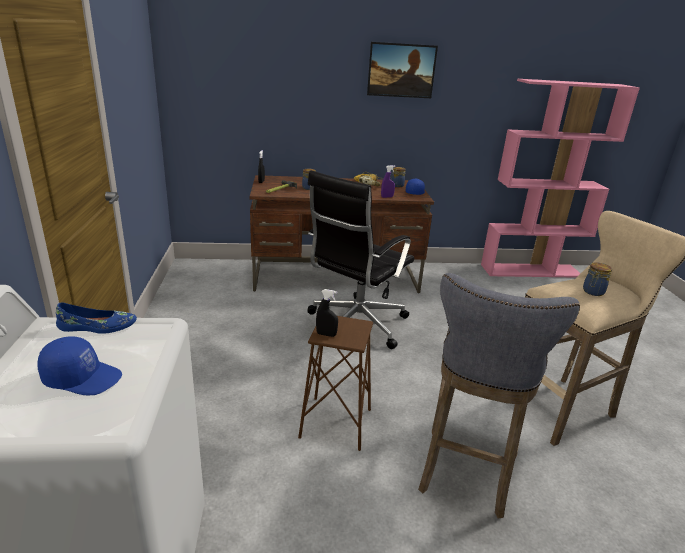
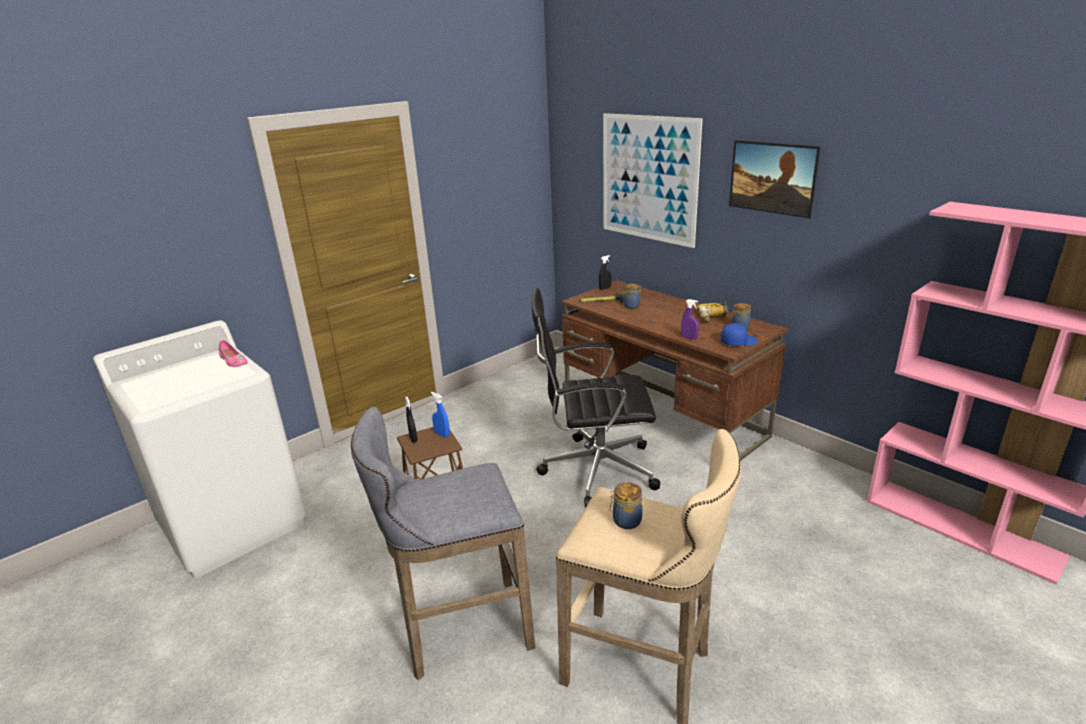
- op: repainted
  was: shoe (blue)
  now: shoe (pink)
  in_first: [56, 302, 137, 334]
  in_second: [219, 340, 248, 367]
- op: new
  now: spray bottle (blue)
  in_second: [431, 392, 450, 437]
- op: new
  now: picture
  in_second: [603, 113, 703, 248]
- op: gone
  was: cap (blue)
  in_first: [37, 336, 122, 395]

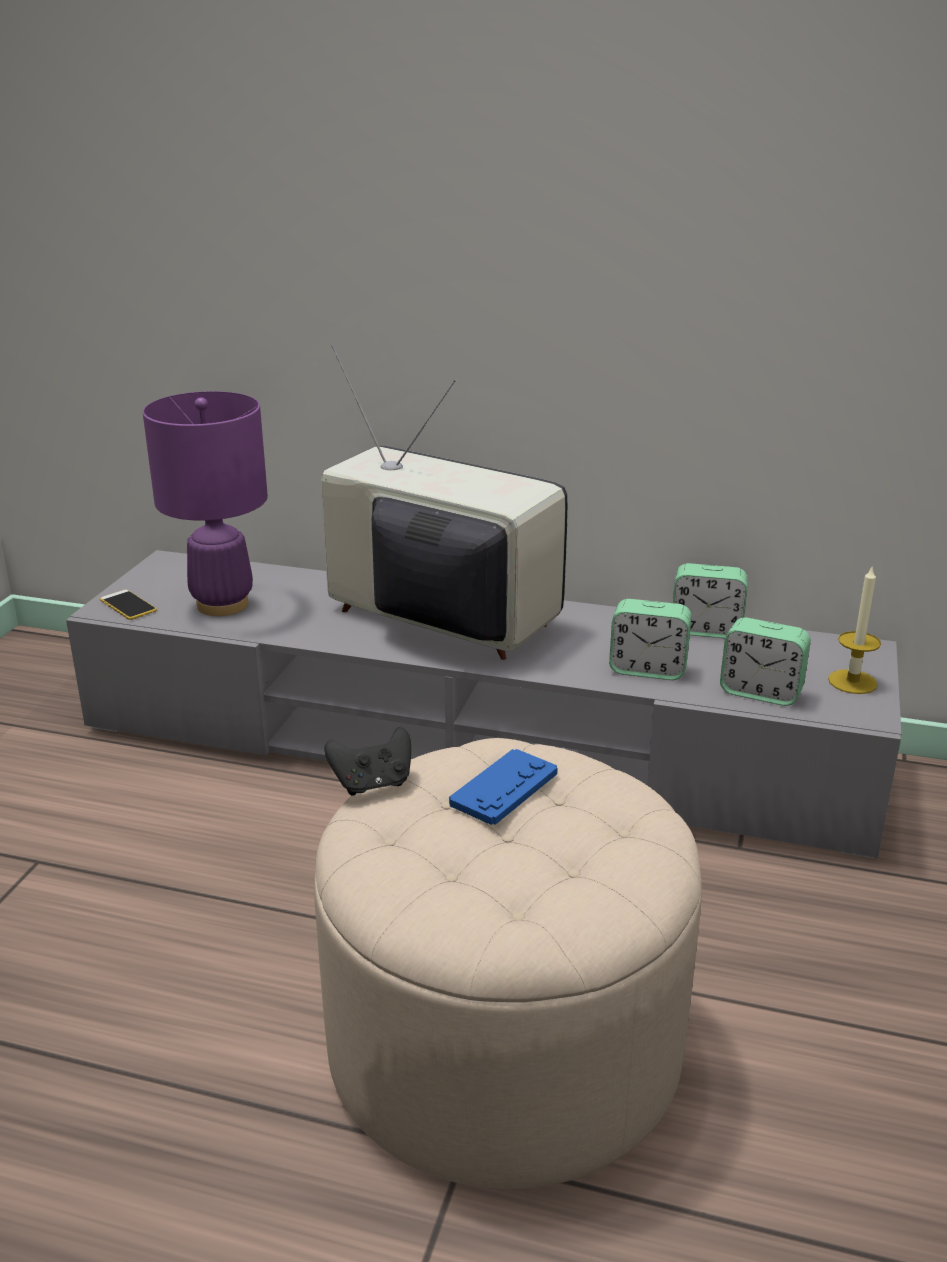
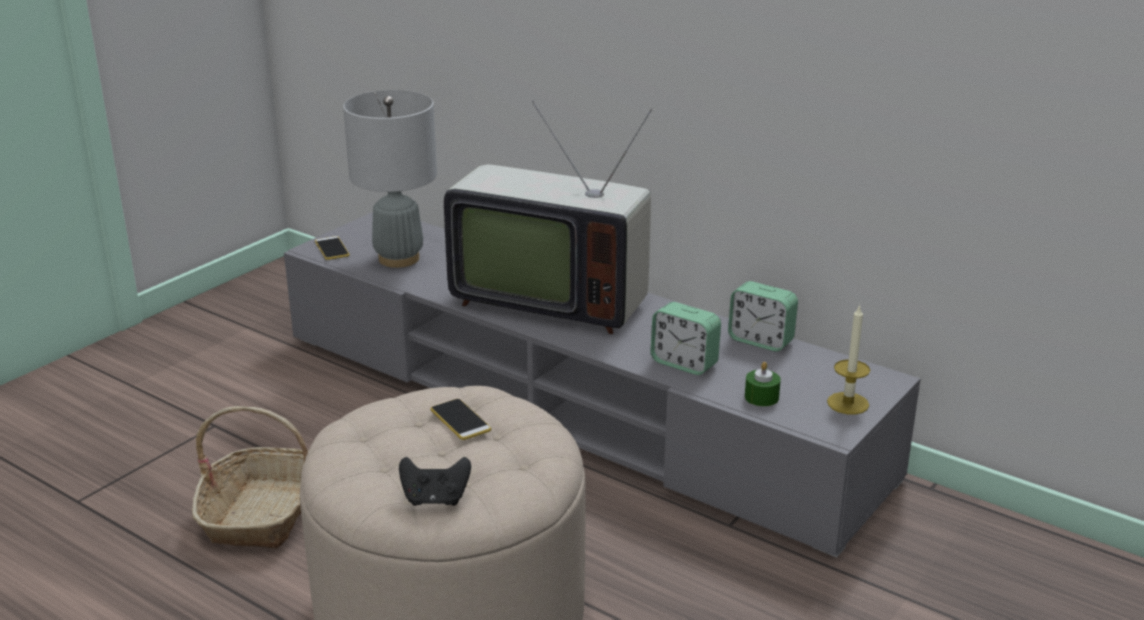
- op: new
  now: basket
  in_second: [192, 406, 309, 549]
- op: repainted
  was: table lamp (purple)
  now: table lamp (grey)
  in_first: [143, 391, 268, 616]
  in_second: [343, 90, 437, 268]
- op: shifted
  was: game controller (black)
  in_first: [324, 727, 411, 796]
  in_second: [399, 457, 471, 506]
- op: swapped
  was: game controller (blue)
  now: phone
  in_first: [449, 749, 558, 825]
  in_second: [431, 399, 491, 440]
- op: rotated
  was: television
  in_first: [321, 345, 568, 660]
  in_second: [444, 101, 652, 334]
  clockwise: 150
- op: swapped
  was: alarm clock
  now: candle (green)
  in_first: [720, 618, 811, 706]
  in_second: [745, 362, 781, 406]

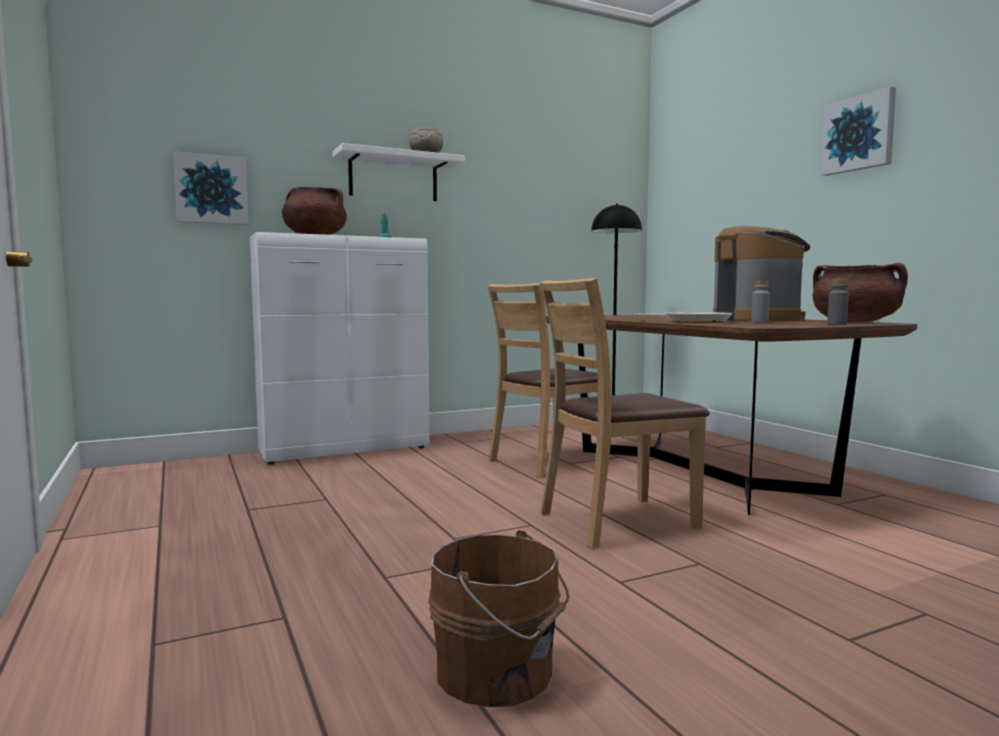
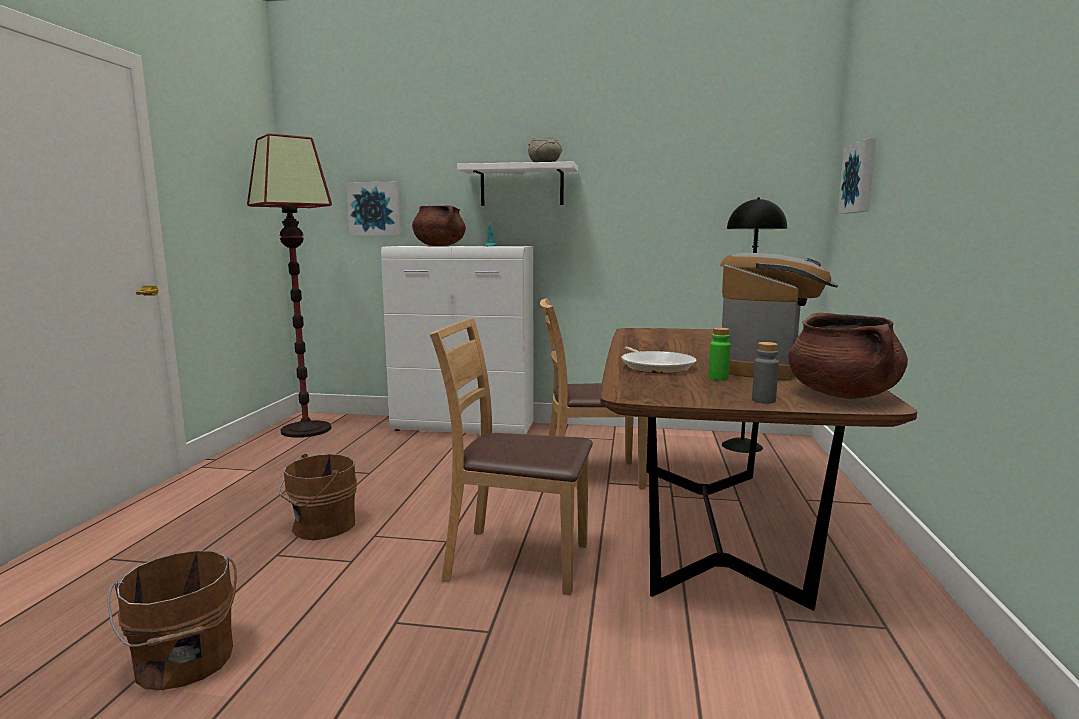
- op: new
  now: floor lamp
  in_second: [247, 133, 332, 438]
- op: new
  now: bucket (brown)
  in_second: [279, 454, 357, 540]
- op: repainted
  was: bottle (grey)
  now: bottle (green)
  in_first: [751, 280, 770, 323]
  in_second: [708, 327, 731, 381]
- op: shifted
  was: picture
  in_first: [821, 87, 896, 176]
  in_second: [838, 138, 876, 214]

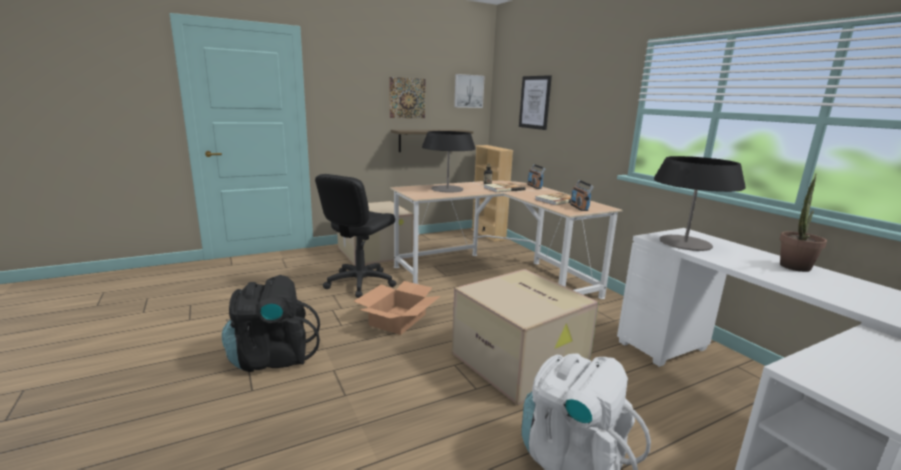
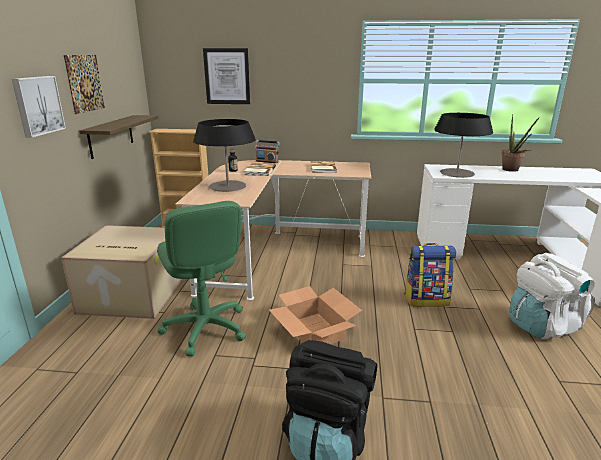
- op: shifted
  was: picture
  in_first: [454, 74, 485, 108]
  in_second: [12, 76, 66, 138]
- op: repainted
  was: office chair (black)
  now: office chair (green)
  in_first: [315, 174, 396, 298]
  in_second: [157, 201, 246, 357]
- op: swapped
  was: cardboard box
  now: backpack
  in_first: [452, 269, 599, 405]
  in_second: [404, 243, 456, 307]
- op: gone
  was: radio
  in_first: [570, 180, 594, 211]

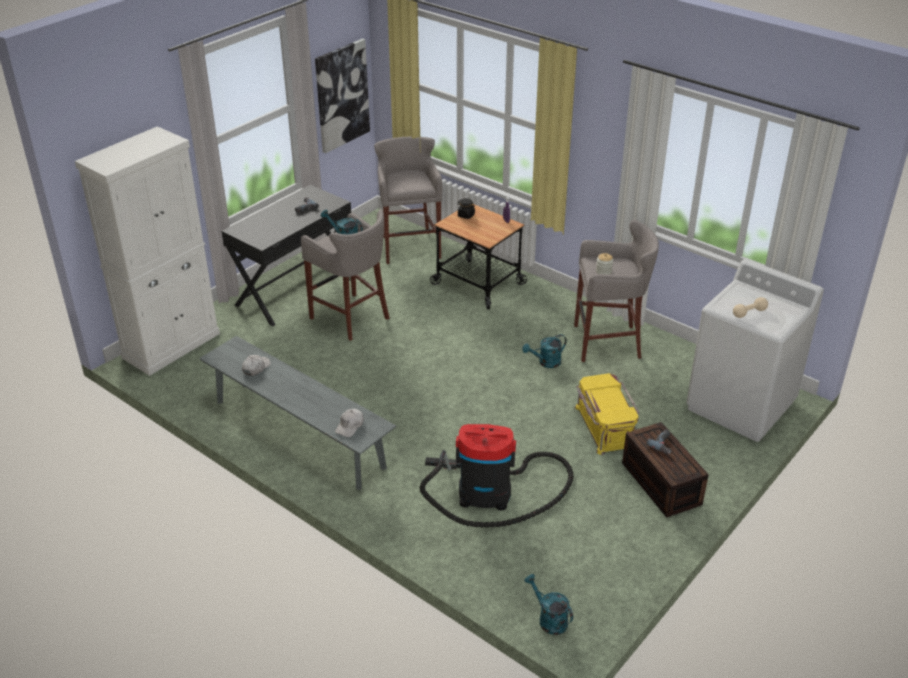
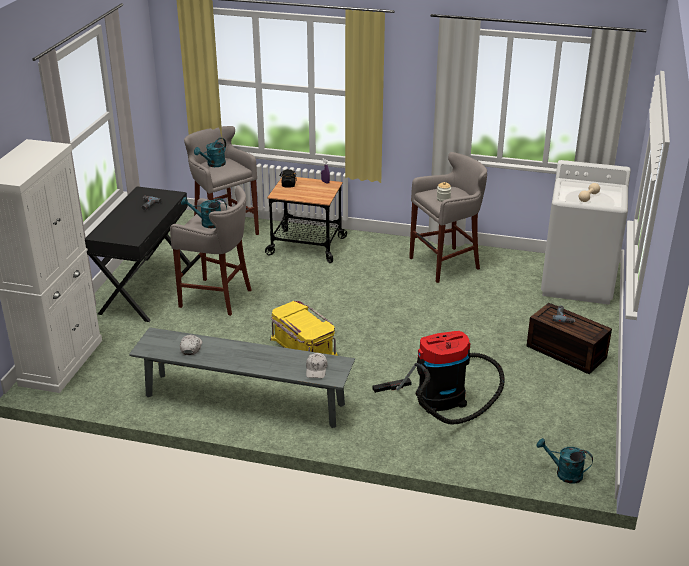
- op: shifted
  was: watering can (turquoise)
  in_first: [522, 334, 567, 368]
  in_second: [194, 138, 226, 167]
- op: shifted
  was: storage box (yellow)
  in_first: [574, 373, 639, 455]
  in_second: [270, 301, 338, 356]
- op: gone
  was: picture
  in_first: [315, 39, 370, 153]

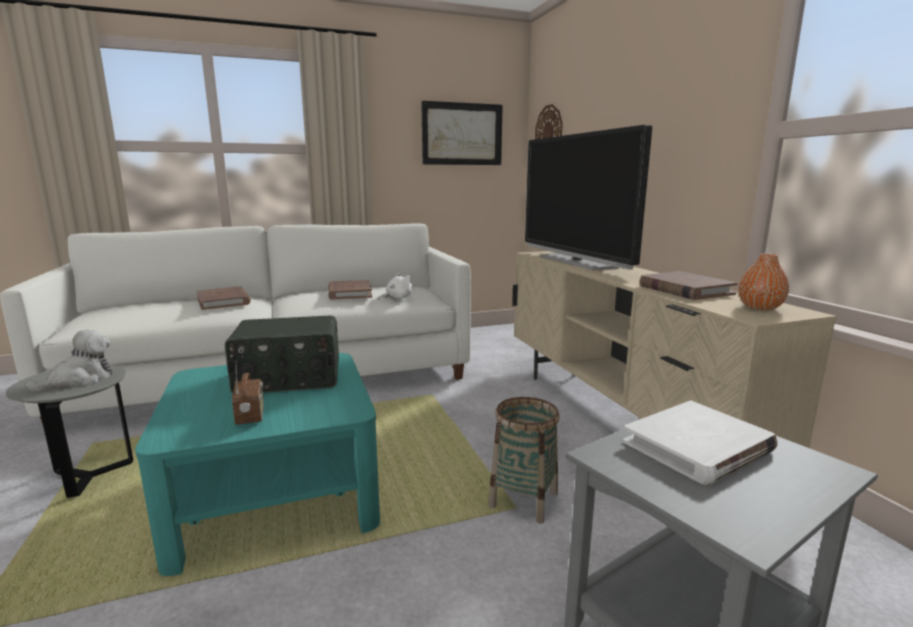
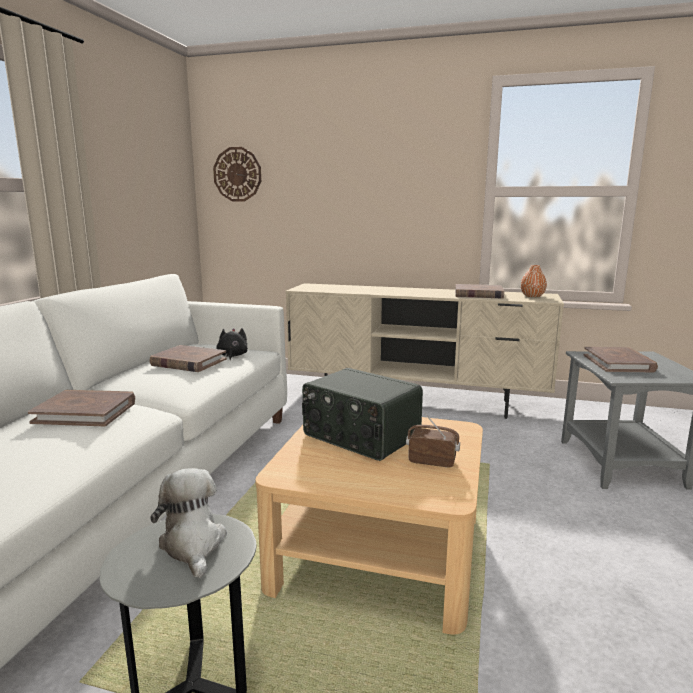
- op: repainted
  was: plush toy (white)
  now: plush toy (black)
  in_first: [379, 273, 413, 300]
  in_second: [216, 328, 248, 360]
- op: repainted
  was: coffee table (turquoise)
  now: coffee table (beige)
  in_first: [135, 353, 380, 576]
  in_second: [255, 417, 483, 634]
- op: rotated
  was: radio
  in_first: [225, 316, 339, 394]
  in_second: [302, 368, 423, 461]
  clockwise: 105
- op: repainted
  was: book (white)
  now: book (brown)
  in_first: [623, 401, 778, 485]
  in_second: [583, 347, 658, 372]
- op: gone
  was: picture
  in_first: [421, 101, 503, 165]
- op: gone
  was: basket
  in_first: [488, 397, 560, 523]
- op: gone
  was: television
  in_first: [525, 125, 652, 271]

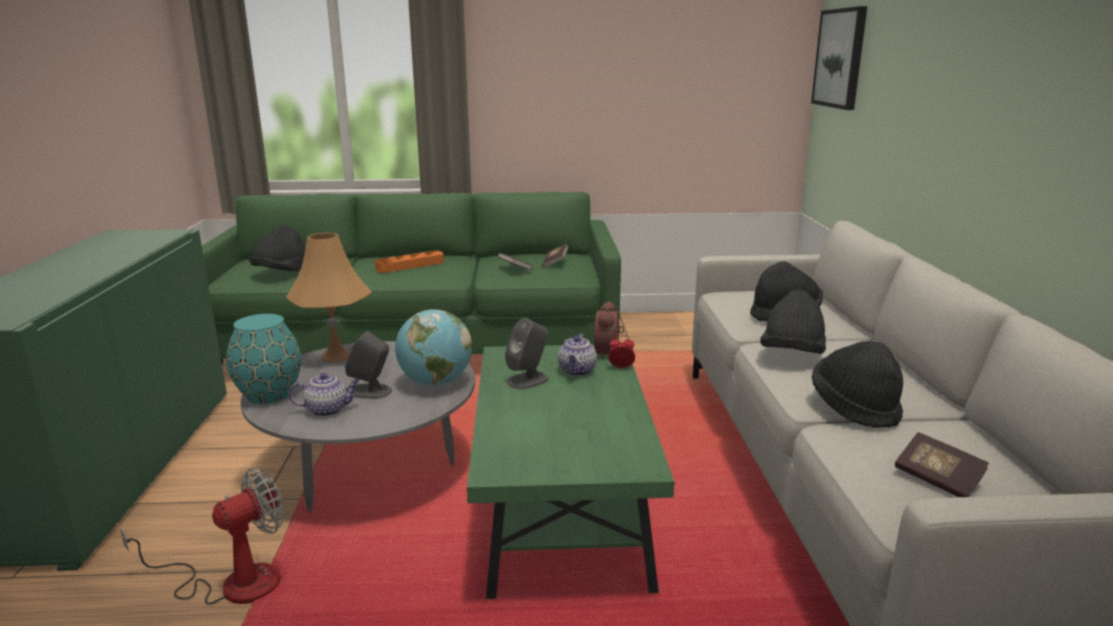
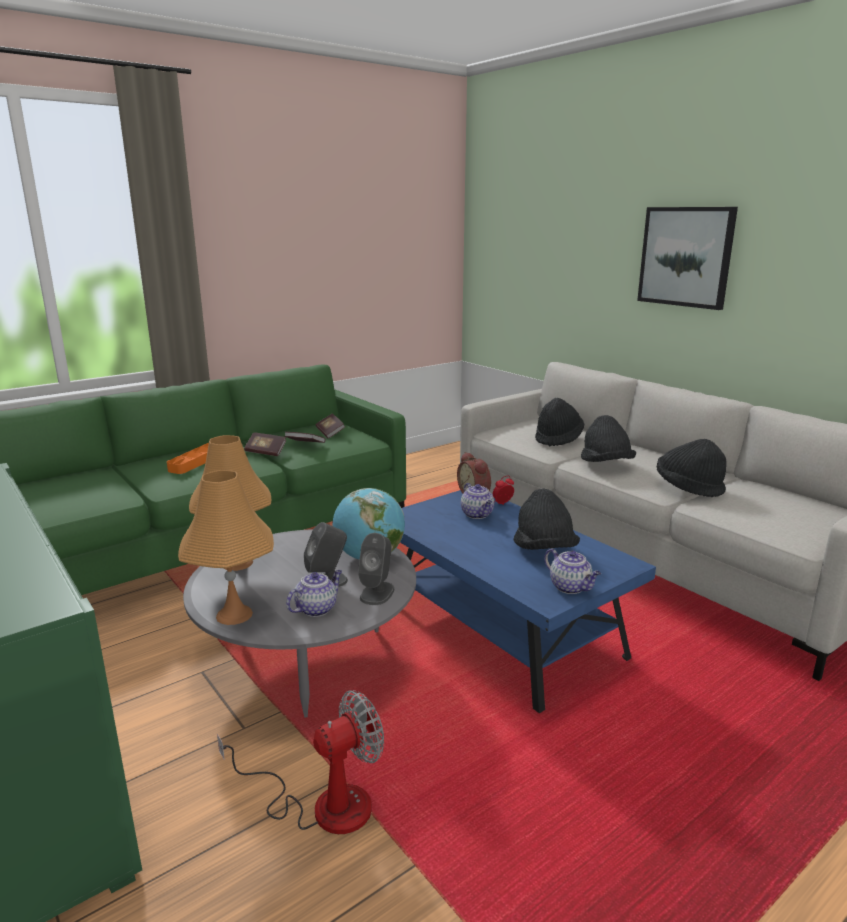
- op: swapped
  was: vase (turquoise)
  now: table lamp (orange)
  in_first: [226, 314, 301, 404]
  in_second: [178, 470, 274, 625]
- op: rotated
  was: fan
  in_first: [120, 468, 284, 605]
  in_second: [217, 690, 384, 834]
  clockwise: 45
- op: shifted
  was: book
  in_first: [895, 432, 989, 497]
  in_second: [244, 432, 286, 456]
- op: shifted
  was: speaker (grey)
  in_first: [505, 318, 549, 389]
  in_second: [358, 533, 395, 605]
- op: repainted
  was: coffee table (green)
  now: coffee table (blue)
  in_first: [466, 345, 675, 599]
  in_second: [400, 490, 656, 713]
- op: shifted
  was: hat (black)
  in_first: [249, 225, 305, 271]
  in_second: [513, 488, 580, 550]
- op: new
  now: teapot
  in_second: [544, 548, 601, 594]
- op: shifted
  was: picture
  in_first: [811, 6, 867, 110]
  in_second: [637, 207, 738, 310]

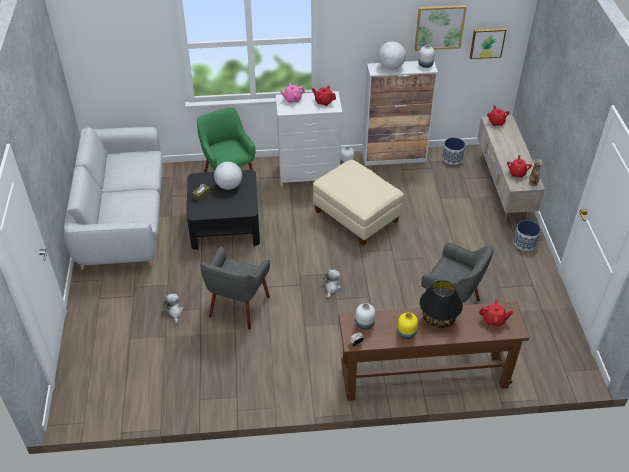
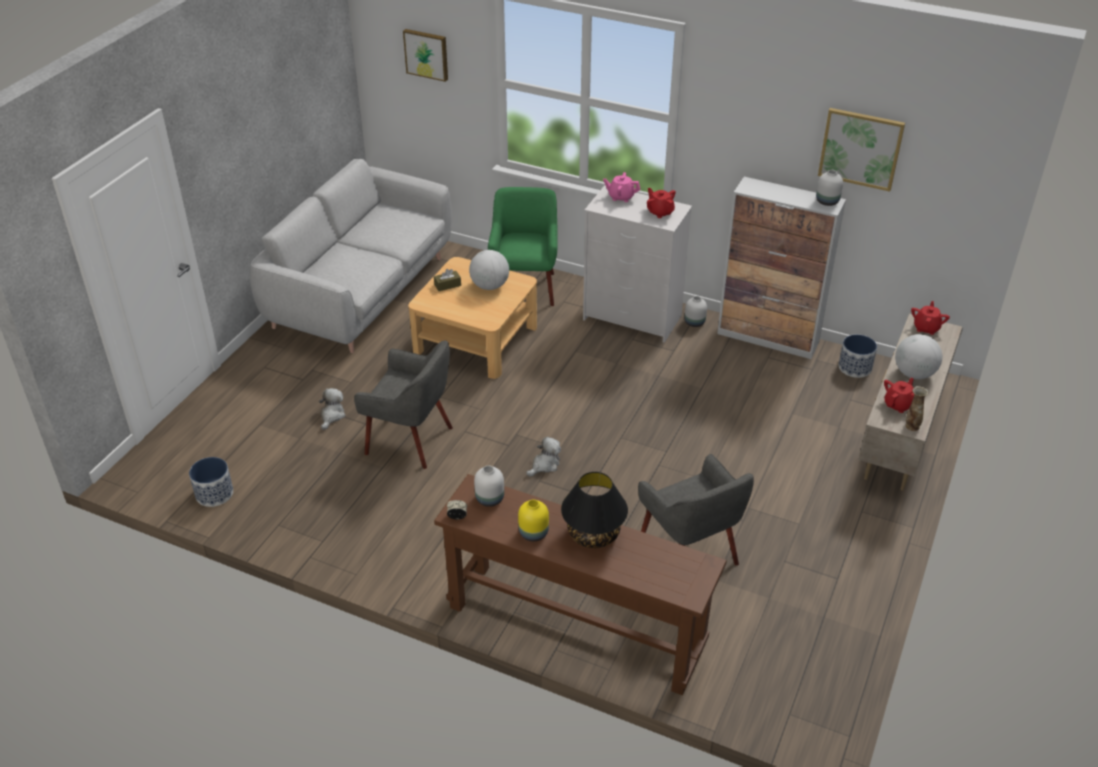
- op: shifted
  was: planter
  in_first: [514, 220, 541, 251]
  in_second: [189, 457, 233, 507]
- op: rotated
  was: armchair (grey)
  in_first: [200, 246, 270, 330]
  in_second: [354, 341, 453, 469]
  clockwise: -120
- op: shifted
  was: picture
  in_first: [470, 28, 506, 59]
  in_second: [403, 29, 448, 82]
- op: repainted
  was: coffee table (black)
  now: coffee table (beige)
  in_first: [186, 170, 260, 250]
  in_second: [408, 257, 537, 379]
- op: shifted
  was: globe
  in_first: [378, 41, 406, 70]
  in_second: [895, 334, 942, 379]
- op: gone
  was: ottoman (beige)
  in_first: [313, 160, 404, 246]
- op: gone
  was: teapot (red)
  in_first: [479, 299, 513, 327]

